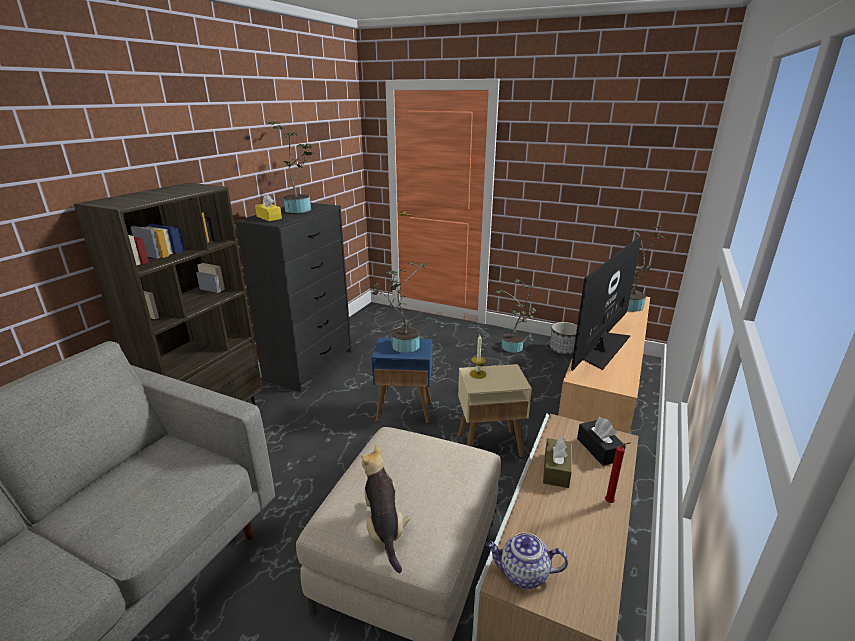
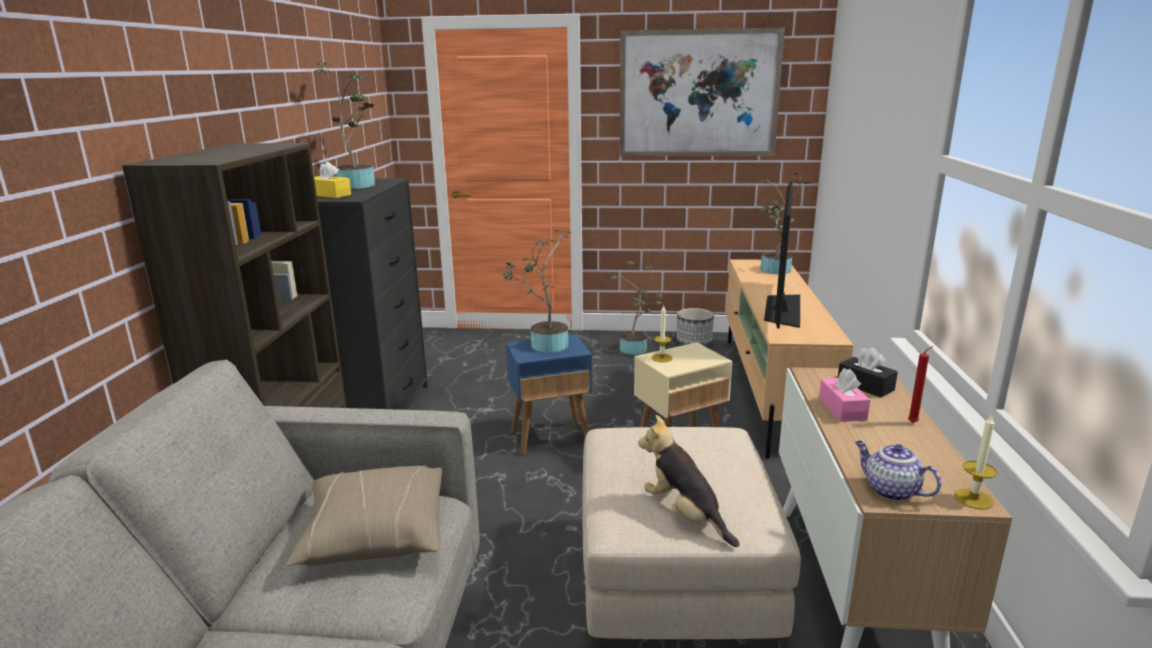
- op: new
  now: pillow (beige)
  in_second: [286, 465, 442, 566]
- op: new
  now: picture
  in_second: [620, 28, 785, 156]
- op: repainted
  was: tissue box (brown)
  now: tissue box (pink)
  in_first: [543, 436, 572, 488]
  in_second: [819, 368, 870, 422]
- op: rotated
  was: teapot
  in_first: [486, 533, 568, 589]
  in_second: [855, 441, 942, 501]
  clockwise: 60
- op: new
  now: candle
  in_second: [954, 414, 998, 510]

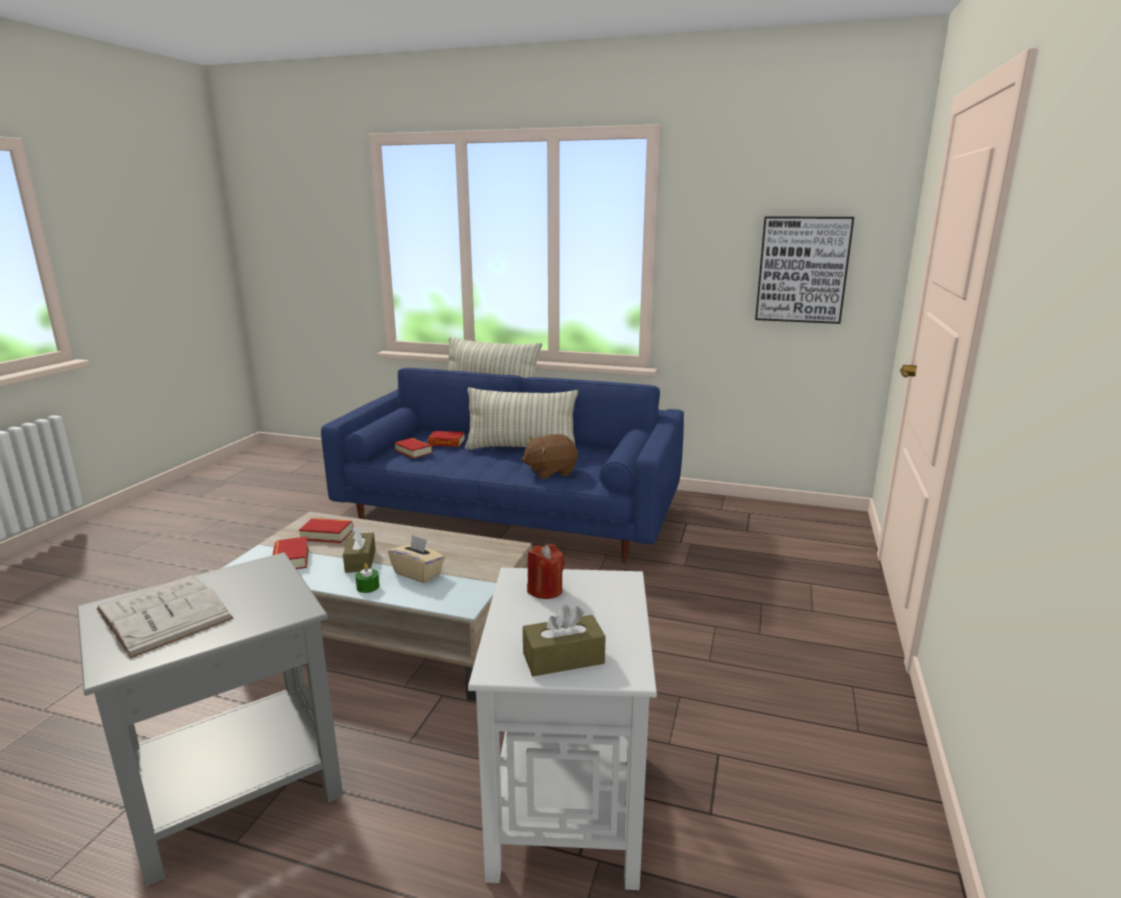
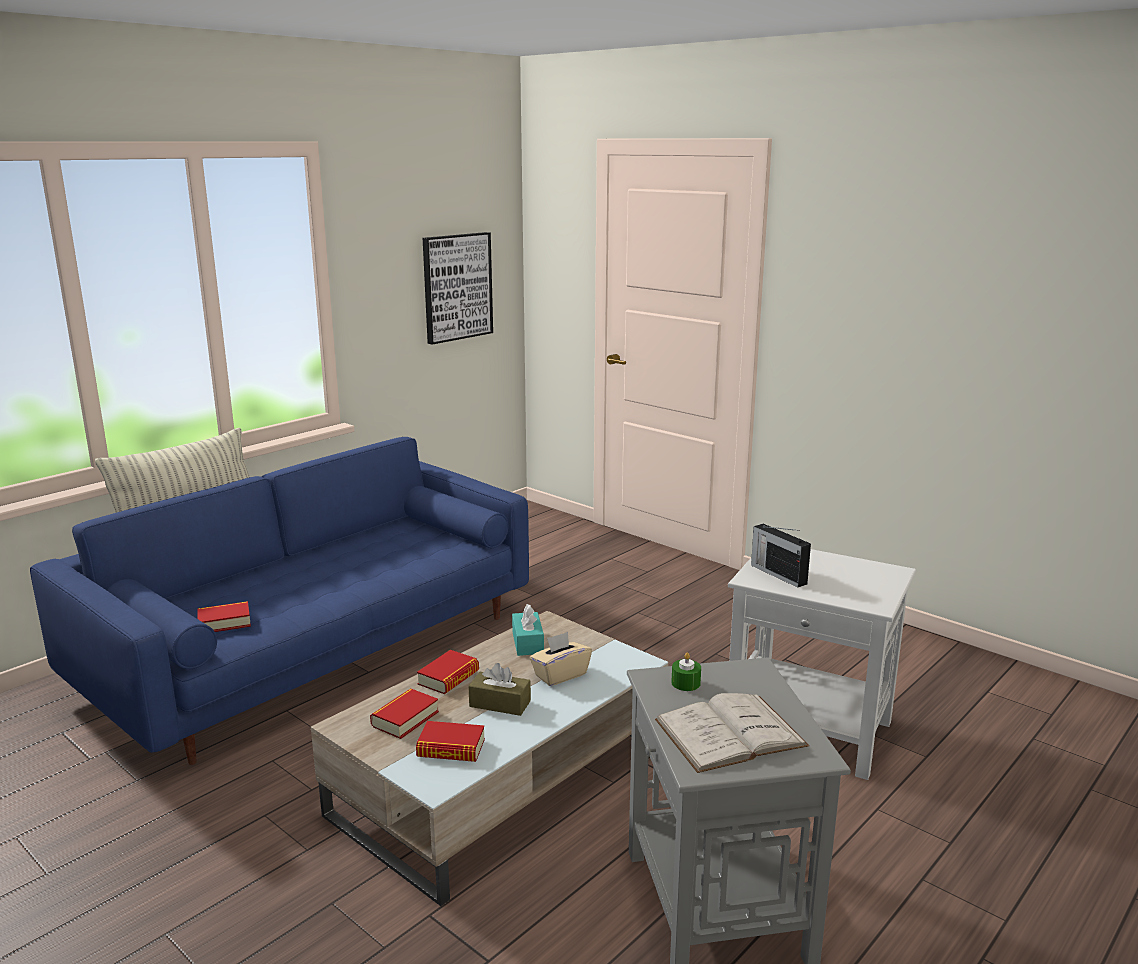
- op: shifted
  was: book
  in_first: [428, 431, 465, 447]
  in_second: [417, 650, 479, 694]
- op: new
  now: tissue box (turquoise)
  in_second: [512, 604, 544, 656]
- op: shifted
  was: candle (green)
  in_first: [355, 563, 379, 593]
  in_second: [671, 652, 701, 691]
- op: swapped
  was: candle (red)
  now: radio
  in_first: [527, 544, 565, 599]
  in_second: [751, 524, 811, 587]
- op: gone
  was: pillow
  in_first: [465, 387, 578, 450]
- op: gone
  was: plush toy (brown)
  in_first: [522, 434, 578, 479]
- op: gone
  was: tissue box (brown)
  in_first: [523, 604, 605, 676]

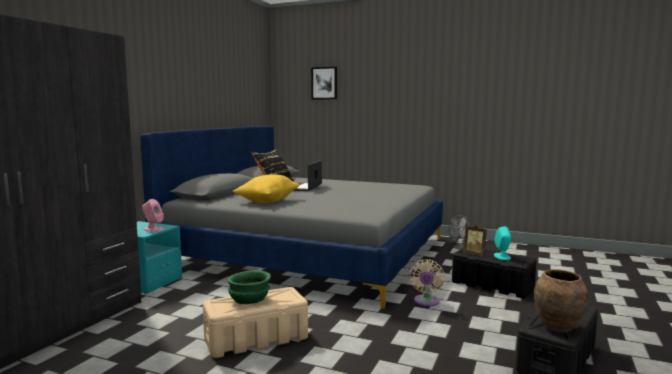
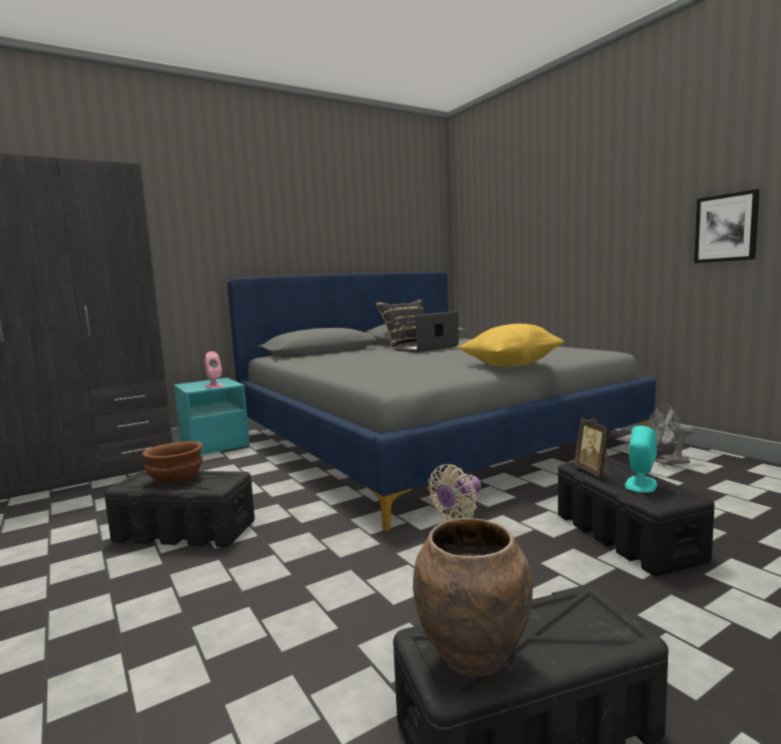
- op: repainted
  was: storage box (beige)
  now: storage box (black)
  in_first: [203, 287, 308, 358]
  in_second: [104, 470, 255, 547]
- op: repainted
  was: bowl (green)
  now: bowl (brown)
  in_first: [227, 270, 271, 304]
  in_second: [142, 441, 203, 483]
- op: shifted
  was: pillow (yellow)
  in_first: [233, 174, 300, 203]
  in_second: [458, 324, 564, 366]
- op: shifted
  was: picture
  in_first: [311, 67, 337, 100]
  in_second: [694, 189, 760, 263]

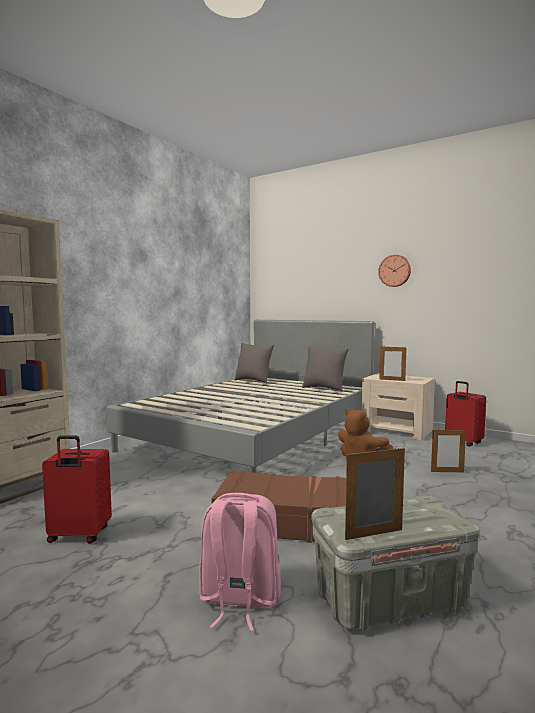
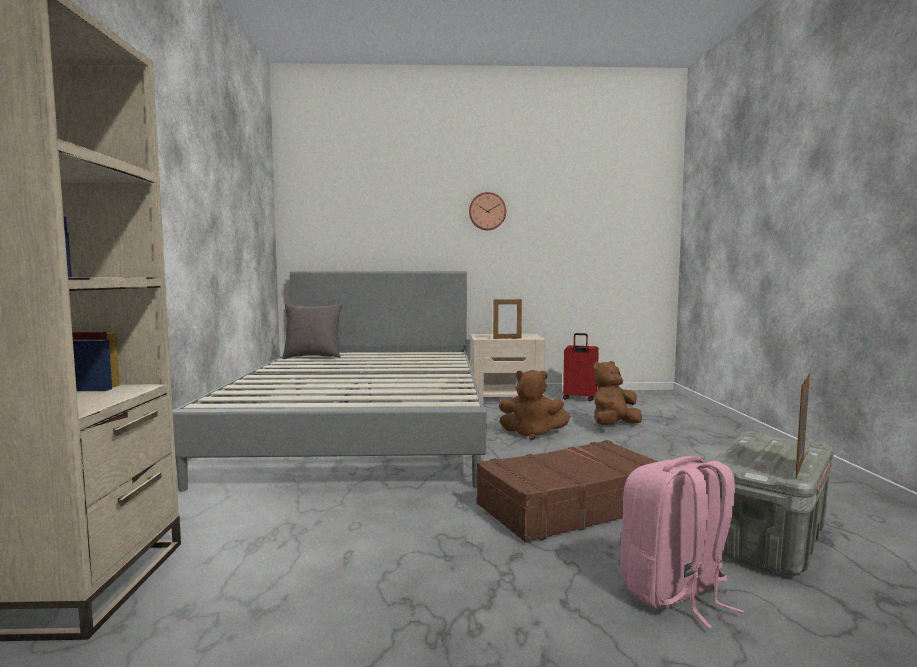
- op: swapped
  was: picture frame
  now: plush toy (brown)
  in_first: [431, 430, 466, 472]
  in_second: [593, 361, 642, 425]
- op: gone
  was: suitcase (red)
  in_first: [42, 435, 112, 544]
- op: gone
  was: pillow (grey)
  in_first: [302, 346, 349, 392]

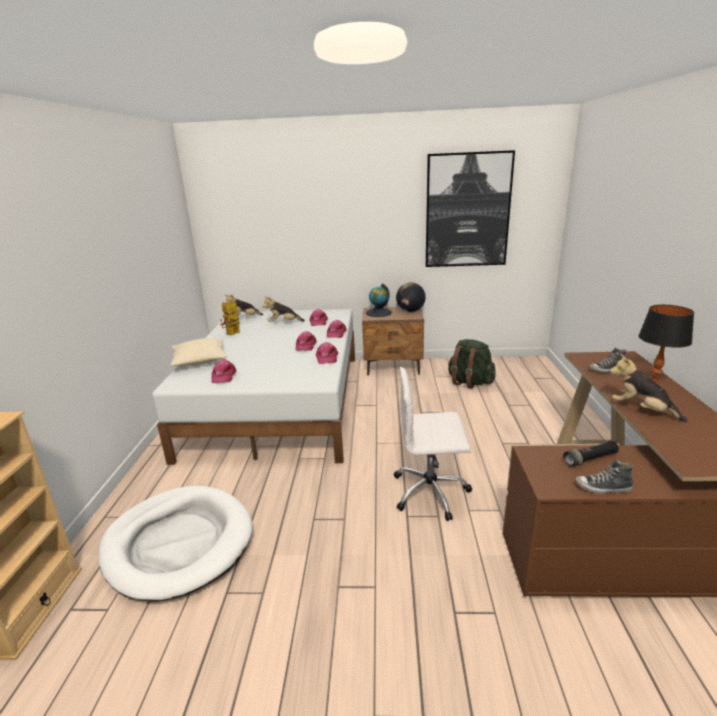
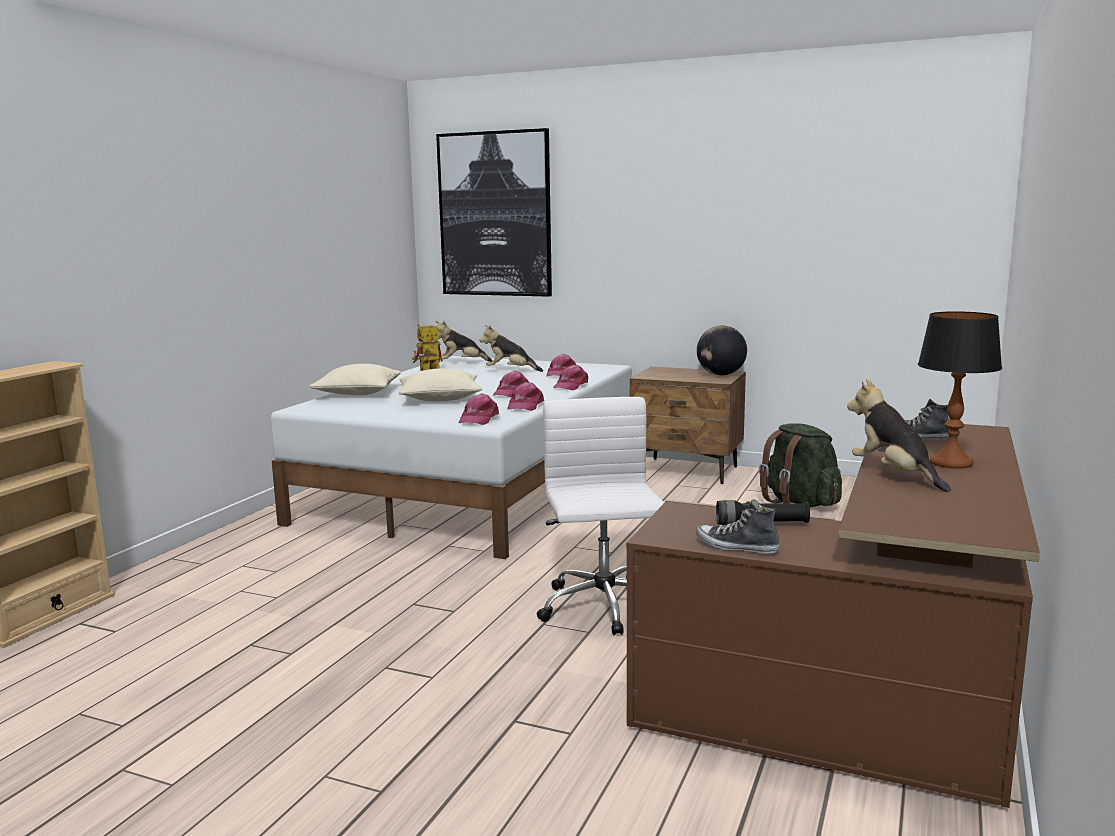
- op: new
  now: pillow (beige)
  in_second: [399, 368, 482, 401]
- op: shifted
  was: picture
  in_first: [426, 150, 515, 267]
  in_second: [436, 128, 552, 297]
- op: shifted
  was: cap (pink)
  in_first: [212, 359, 236, 383]
  in_second: [459, 393, 499, 425]
- op: rotated
  was: office chair (white)
  in_first: [394, 367, 472, 521]
  in_second: [537, 397, 664, 635]
  clockwise: 60
- op: gone
  was: dog bed (white)
  in_first: [99, 485, 253, 601]
- op: gone
  was: globe
  in_first: [366, 284, 392, 317]

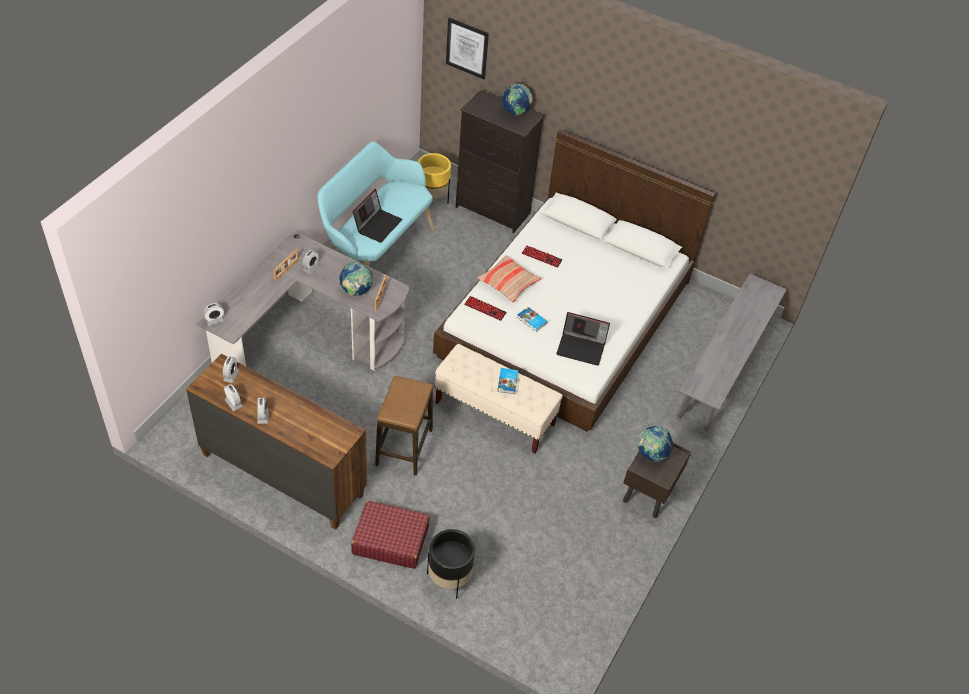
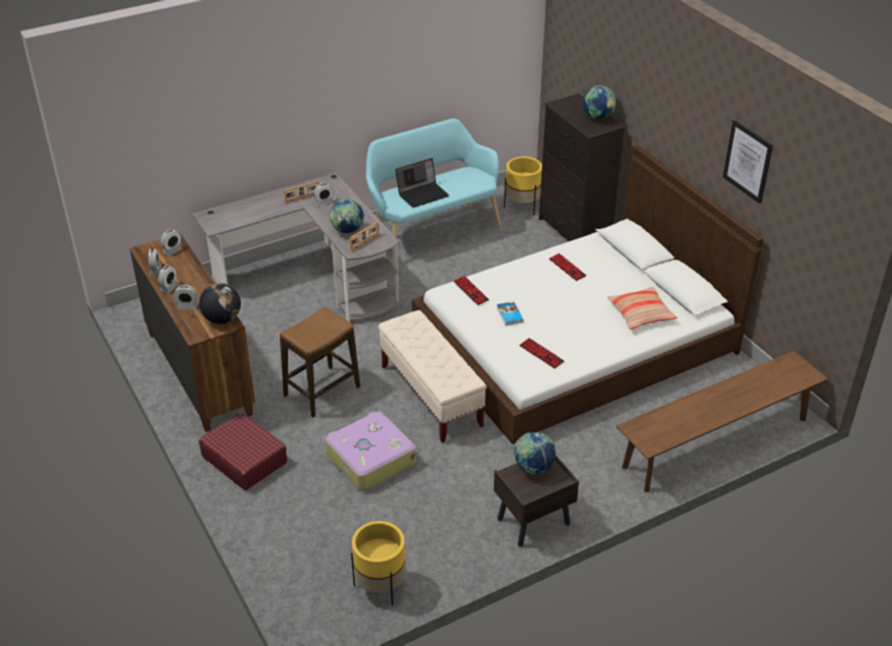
- op: shifted
  was: alarm clock
  in_first: [203, 303, 224, 326]
  in_second: [174, 285, 198, 310]
- op: new
  now: globe
  in_second: [199, 283, 241, 324]
- op: new
  now: suitcase
  in_second: [325, 411, 416, 491]
- op: new
  now: planter (yellow)
  in_second: [351, 521, 406, 606]
- op: swapped
  was: laptop
  now: keyboard
  in_first: [556, 312, 610, 366]
  in_second: [519, 338, 564, 369]
- op: shifted
  was: pillow
  in_first: [477, 255, 541, 302]
  in_second: [607, 287, 677, 329]
- op: repainted
  was: bench (grey)
  now: bench (brown)
  in_first: [677, 273, 787, 431]
  in_second: [616, 351, 828, 492]
- op: shifted
  was: picture
  in_first: [446, 18, 489, 79]
  in_second: [723, 120, 773, 204]
- op: gone
  was: planter (black)
  in_first: [427, 529, 475, 599]
- op: gone
  was: book
  in_first: [498, 368, 518, 394]

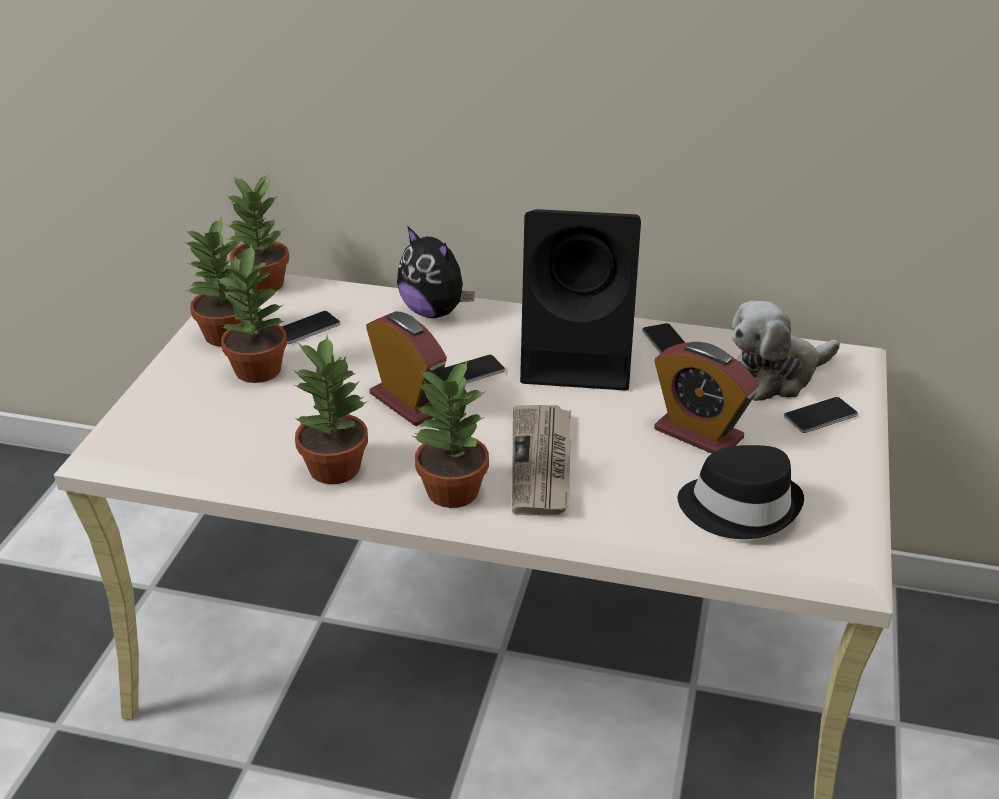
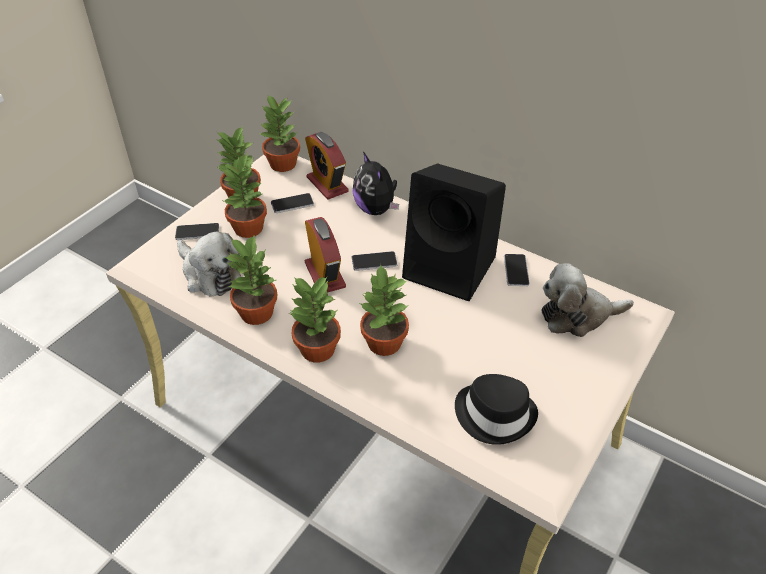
- op: shifted
  was: phone
  in_first: [784, 397, 858, 433]
  in_second: [175, 223, 219, 240]
- op: new
  now: plush toy
  in_second: [177, 232, 241, 296]
- op: shifted
  was: alarm clock
  in_first: [654, 342, 759, 454]
  in_second: [305, 132, 349, 200]
- op: swapped
  was: newspaper
  now: potted plant
  in_first: [512, 405, 571, 515]
  in_second: [360, 264, 409, 356]

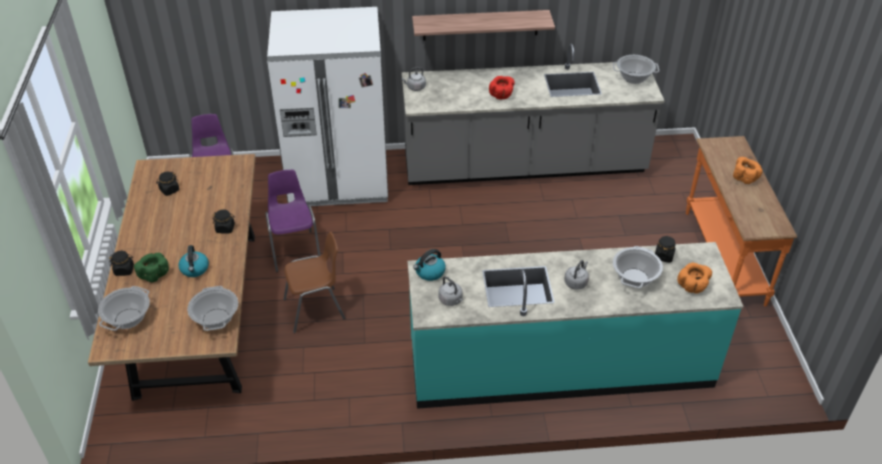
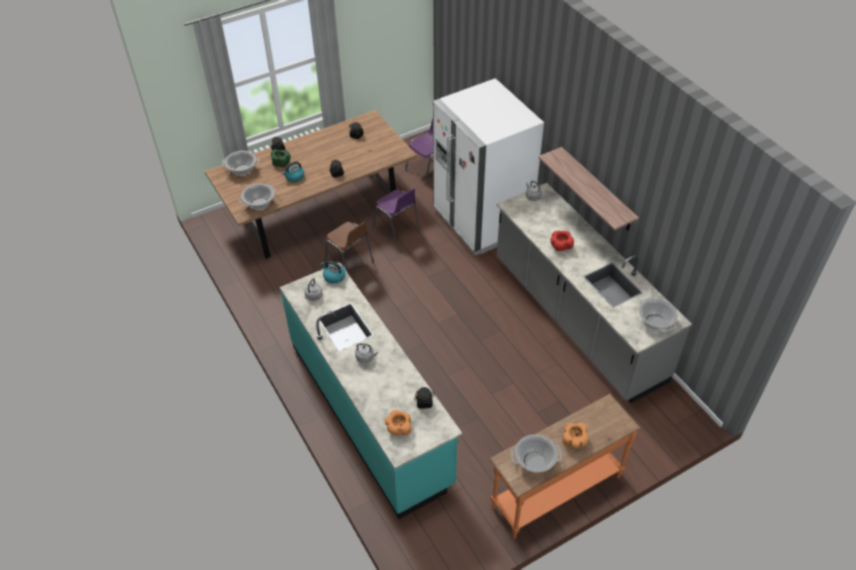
- op: rotated
  was: chair (purple)
  in_first: [265, 170, 321, 272]
  in_second: [373, 188, 420, 246]
  clockwise: 90
- op: shifted
  was: cooking pot
  in_first: [613, 246, 663, 288]
  in_second: [511, 434, 562, 473]

